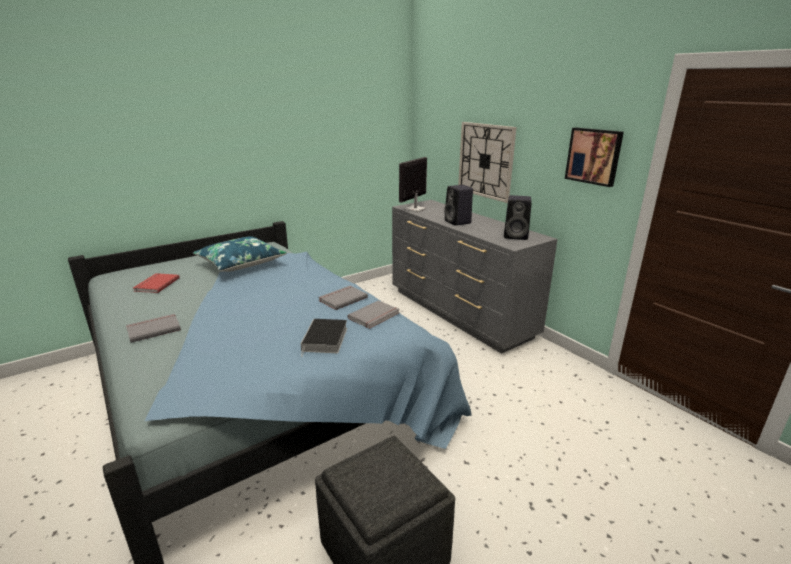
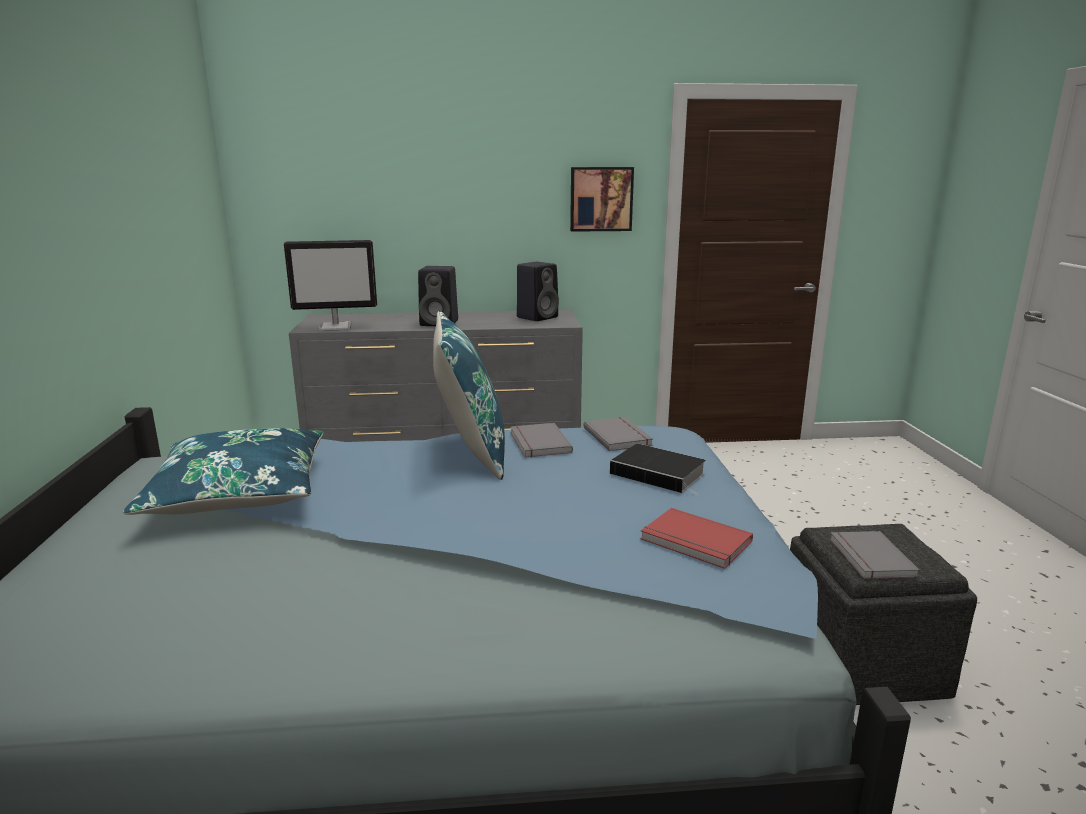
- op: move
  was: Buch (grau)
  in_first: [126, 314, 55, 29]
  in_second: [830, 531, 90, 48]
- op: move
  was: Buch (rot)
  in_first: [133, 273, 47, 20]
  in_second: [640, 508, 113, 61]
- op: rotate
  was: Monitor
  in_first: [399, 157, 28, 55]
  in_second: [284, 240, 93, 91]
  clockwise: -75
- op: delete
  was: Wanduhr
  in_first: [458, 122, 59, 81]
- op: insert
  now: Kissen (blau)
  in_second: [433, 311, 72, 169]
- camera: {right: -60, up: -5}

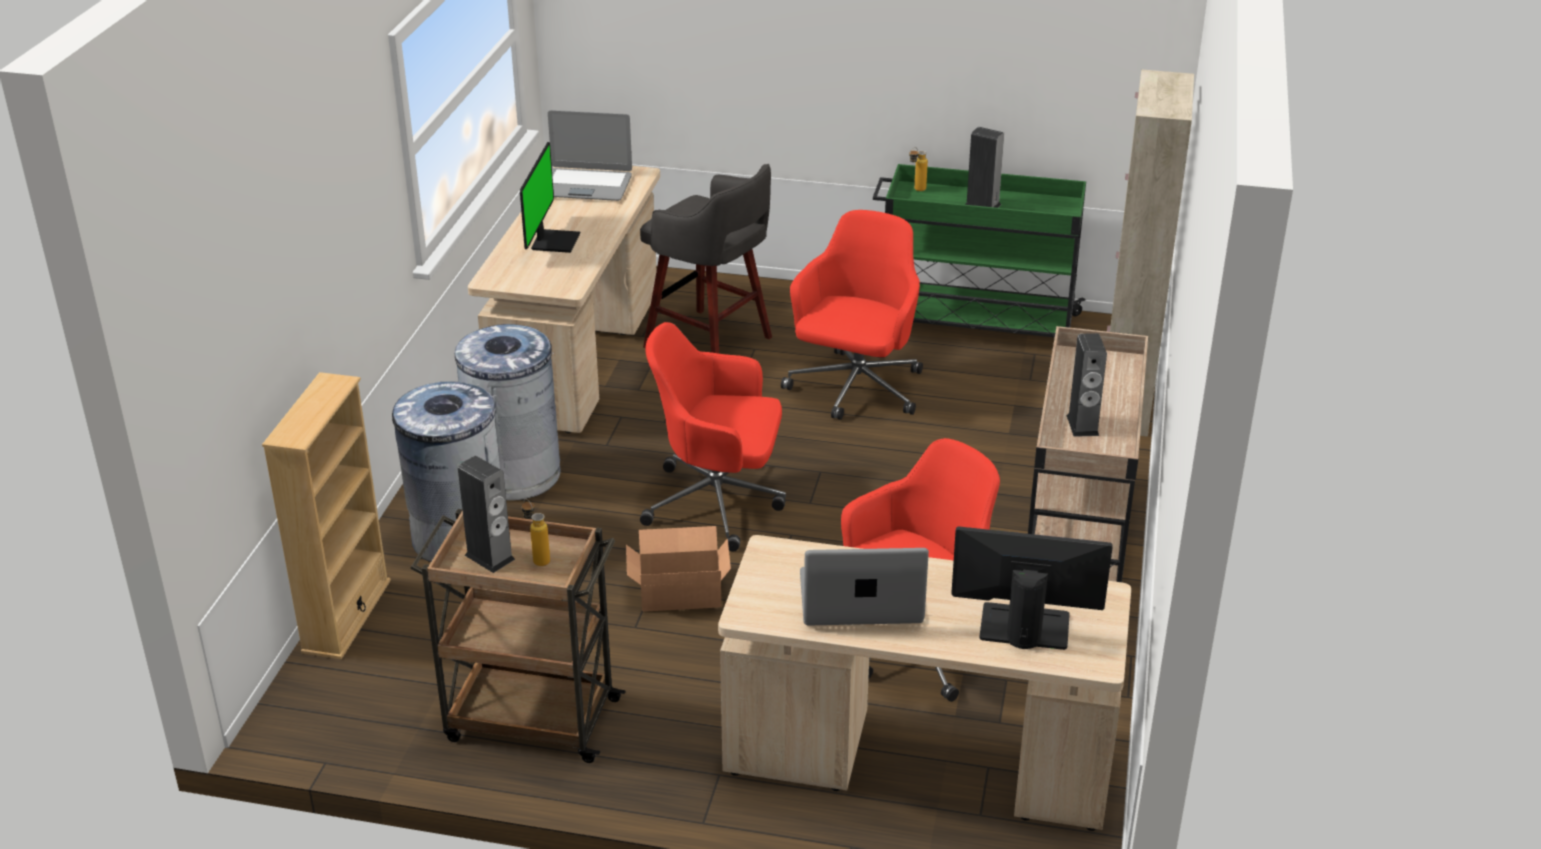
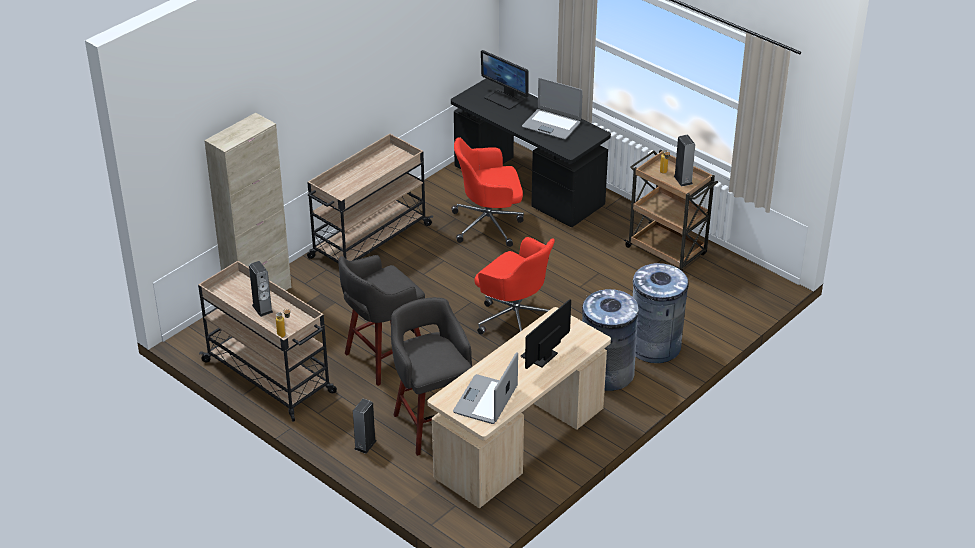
- op: delete
  was: Bücherregal (beige)
  in_first: [262, 372, 129, 287]
- op: rotate
  was: Laptop
  in_first: [548, 110, 84, 91]
  in_second: [453, 352, 65, 72]
  clockwise: -105
- op: delete
  was: Karton
  in_first: [626, 526, 105, 86]
- op: recolor
  was: Schreibtisch (beige)
  now: Schreibtisch (schwarz)
  in_first: [718, 535, 413, 296]
  in_second: [451, 79, 160, 148]
- op: replace
  was: Bürostuhl (rot)
  now: Hocker (grau)
  in_first: [781, 210, 142, 210]
  in_second: [338, 255, 87, 131]
- op: recolor
  was: Rollwagen (grün)
  now: Rollwagen (beige)
  in_first: [873, 164, 213, 173]
  in_second: [198, 261, 139, 161]
- op: move
  was: Lautsprecher
  in_first: [1066, 333, 41, 104]
  in_second: [353, 399, 24, 55]
- camera: {right: -150, up: 5}

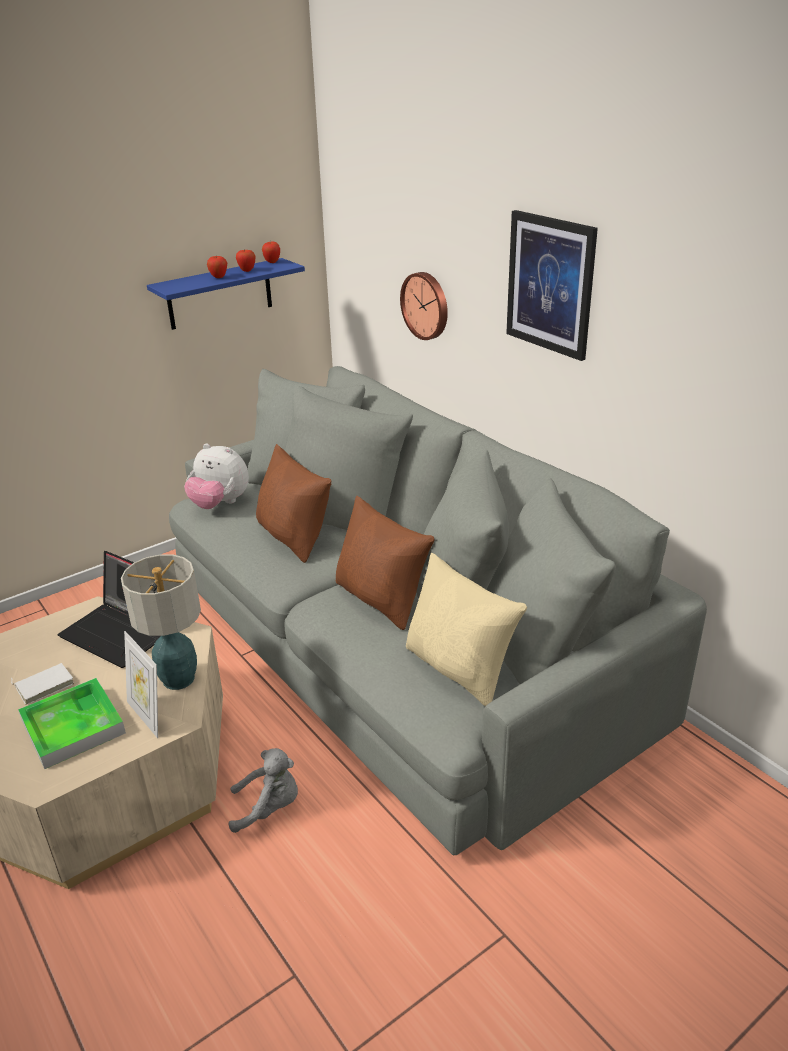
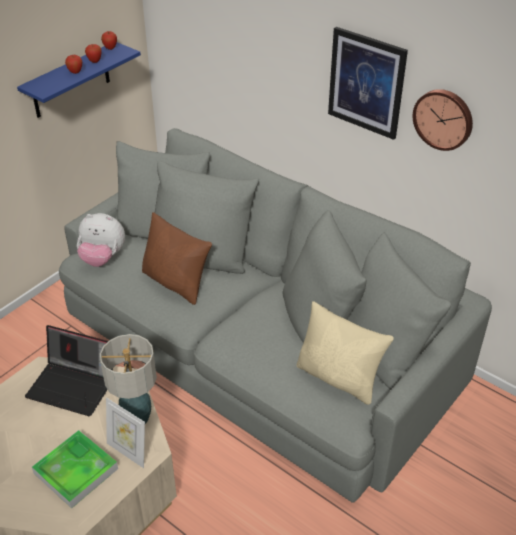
- op: delete
  was: Buch (weiß)
  in_first: [11, 663, 63, 42]
- op: delete
  was: Plüschtier (grau)
  in_first: [229, 748, 69, 85]
- op: delete
  was: Kissen (braun)
  in_first: [336, 496, 99, 134]
- op: move
  was: Wanduhr
  in_first: [400, 272, 48, 68]
  in_second: [413, 89, 60, 62]
- camera: {right: -15, up: 10}

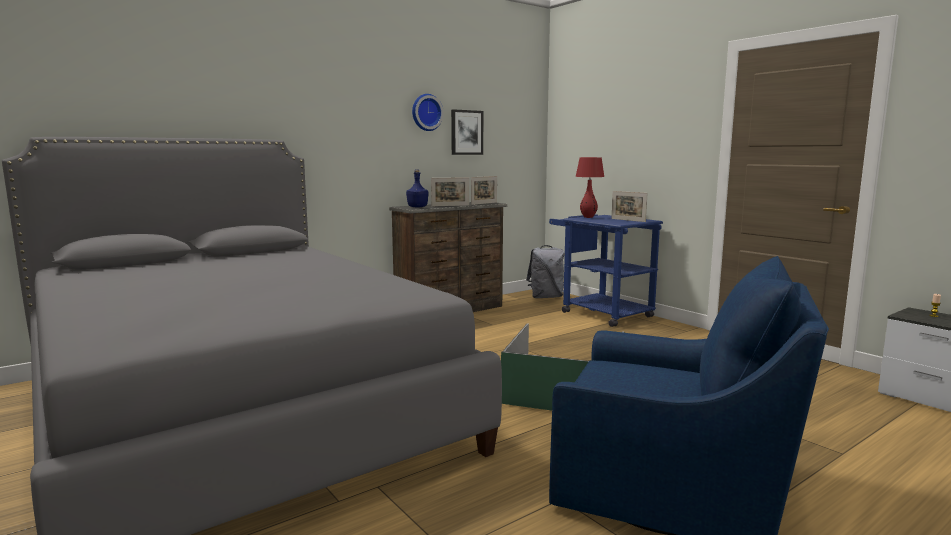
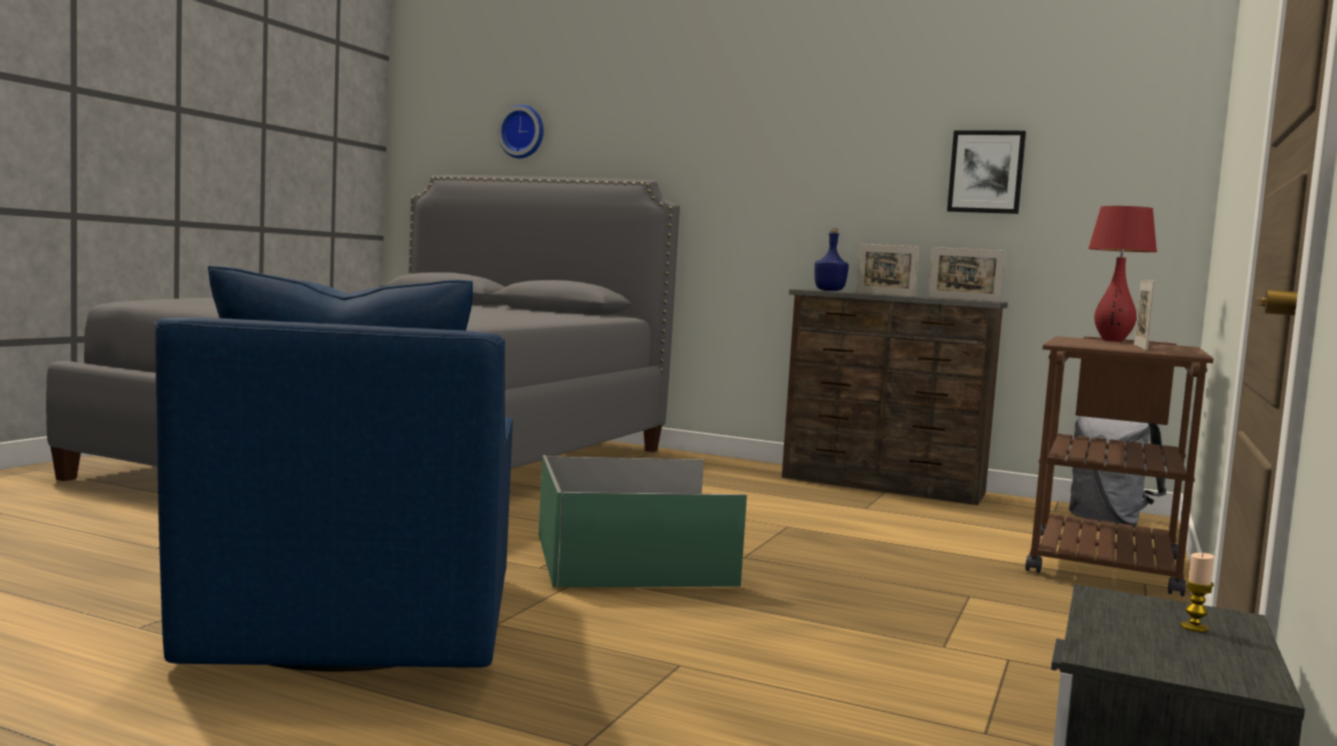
- op: move
  was: Wanduhr
  in_first: [412, 94, 32, 37]
  in_second: [497, 104, 47, 54]
- op: recolor
  was: Rollwagen (blau)
  now: Rollwagen (braun)
  in_first: [549, 214, 114, 113]
  in_second: [1025, 336, 188, 260]
- camera: {right: 60, up: -5}

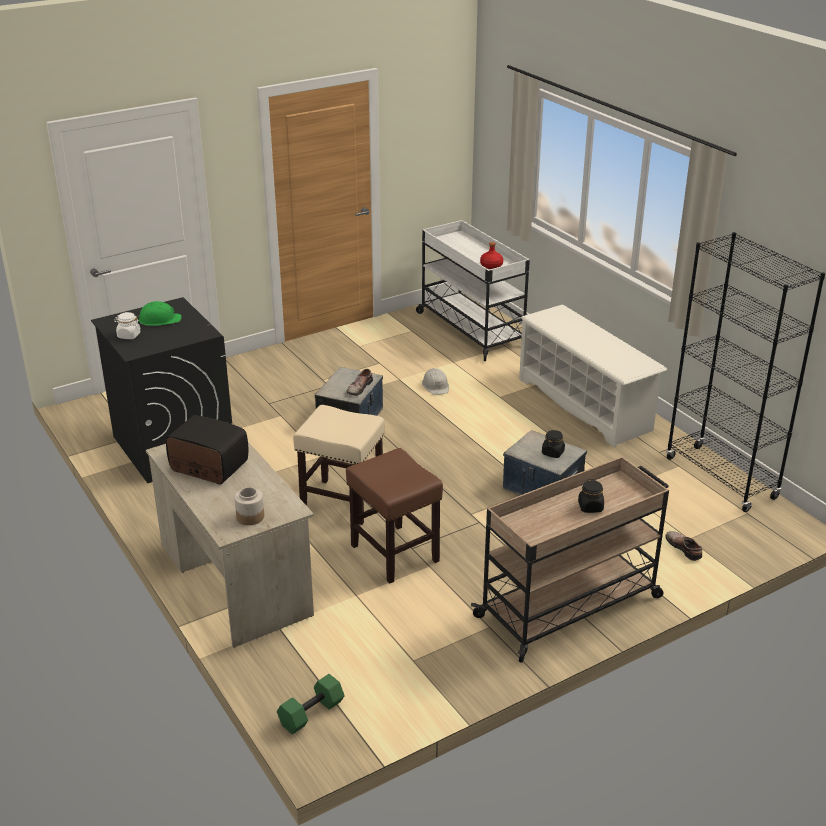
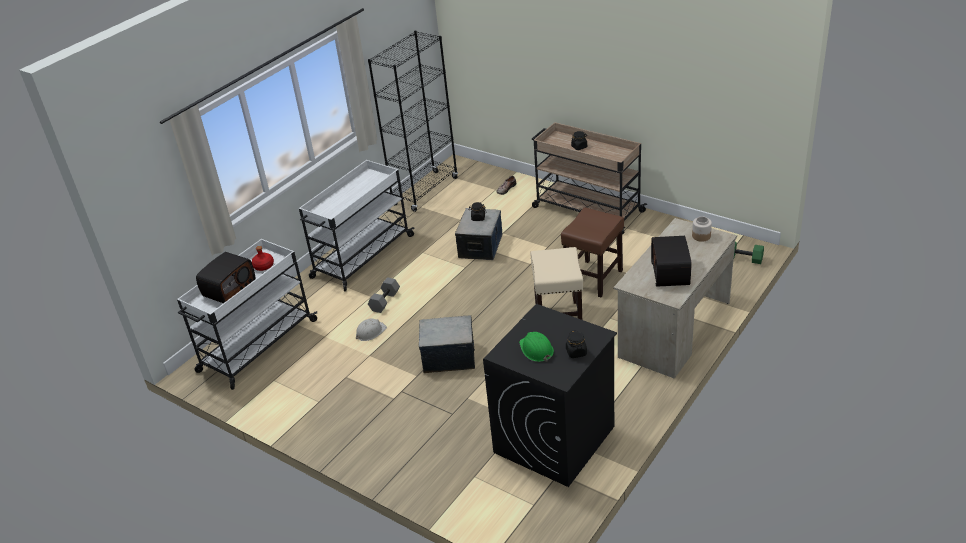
- op: recolor
  was: Vorratsglas (weiß)
  now: Vorratsglas (schwarz)
  in_first: [114, 312, 27, 27]
  in_second: [566, 330, 21, 28]
- op: delete
  was: Schuh
  in_first: [346, 369, 27, 27]
- op: replace
  was: Schuhregal (weiß)
  now: Rollwagen (weiß)
  in_first: [519, 305, 148, 142]
  in_second: [299, 160, 116, 131]
- op: insert
  now: Radio
  in_second: [196, 252, 60, 51]
- op: insert
  now: Hantel (grau)
  in_second: [368, 277, 32, 36]
- camera: {right: -110, up: 5}

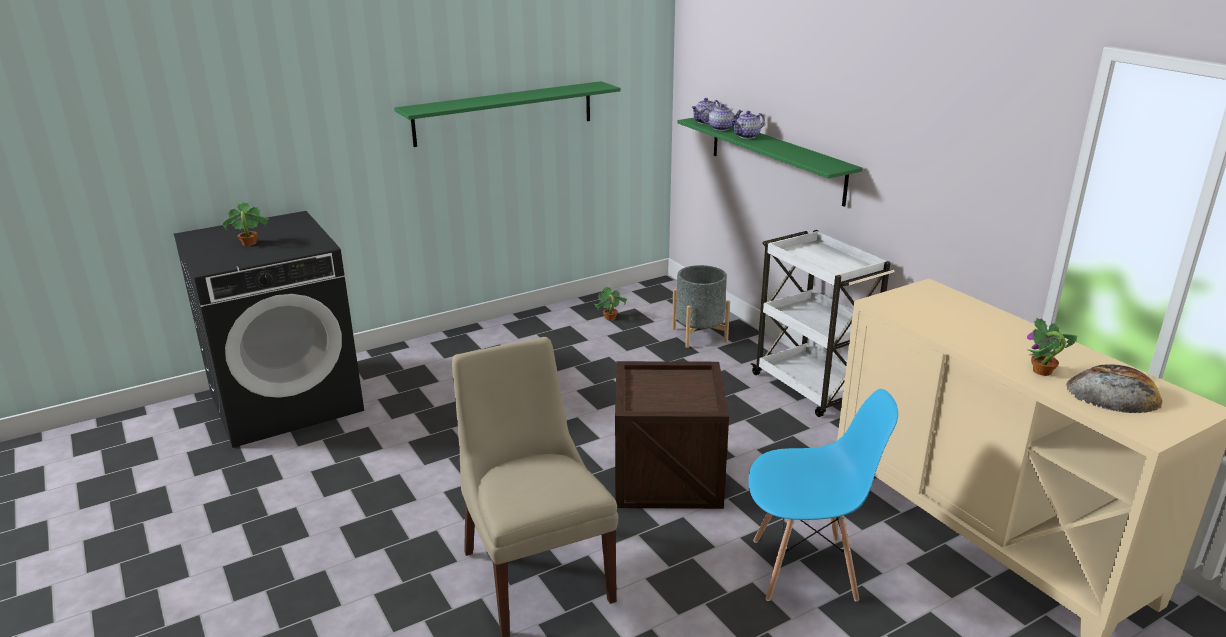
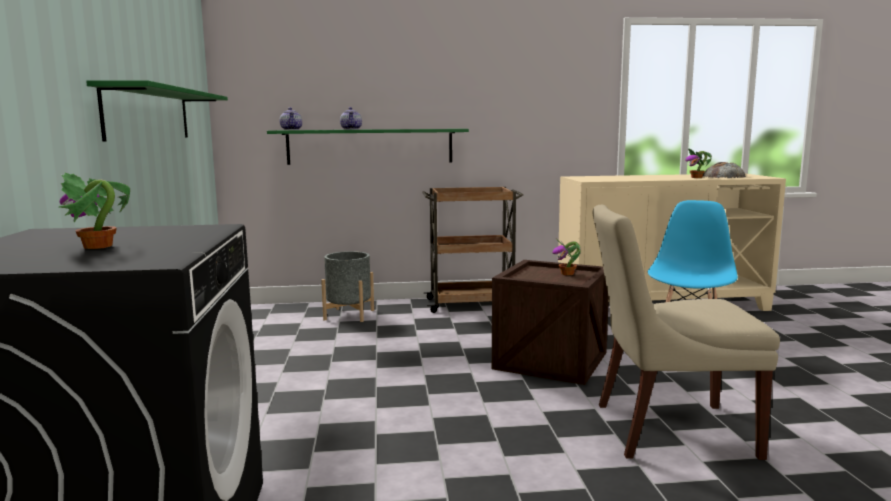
- op: move
  was: Topfpflanze
  in_first: [594, 287, 33, 33]
  in_second: [552, 238, 29, 37]
- op: delete
  was: Teekanne
  in_first: [701, 104, 42, 27]
- op: recolor
  was: Rollwagen (weiß)
  now: Rollwagen (braun)
  in_first: [751, 230, 144, 187]
  in_second: [422, 187, 101, 126]
- camera: {right: -65, up: -15}

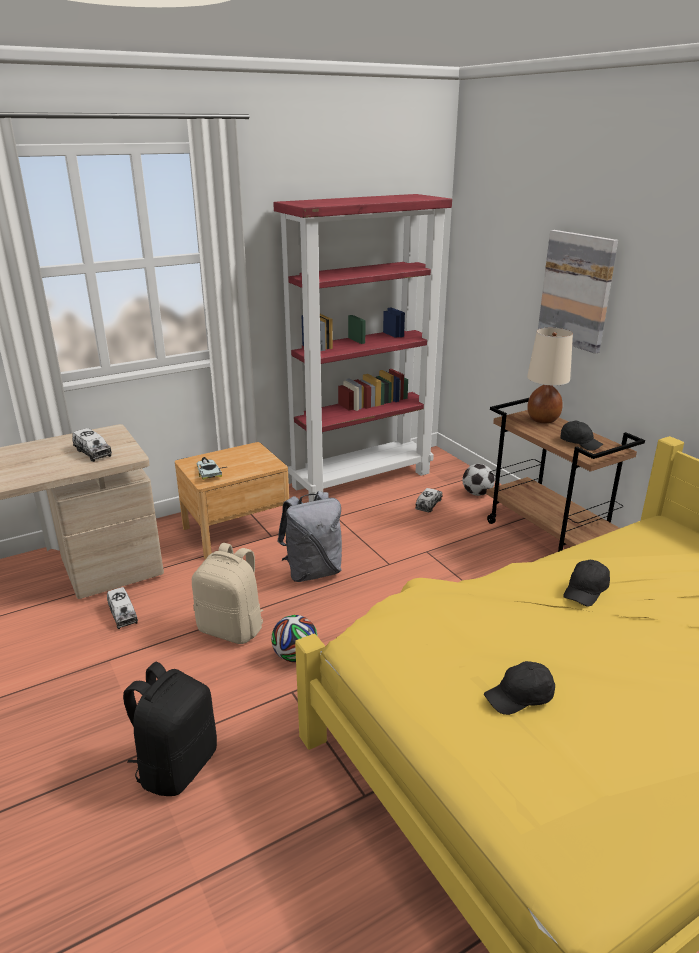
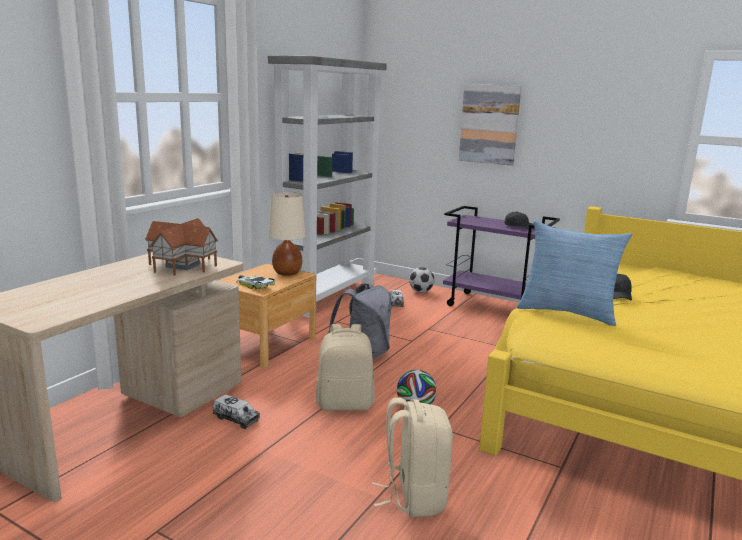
- op: replace
  was: Spielzeuglaster
  now: Spielzeughaus
  in_first: [72, 428, 40, 34]
  in_second: [145, 218, 73, 58]
- op: recolor
  was: Rucksack (schwarz)
  now: Rucksack (beige)
  in_first: [123, 662, 94, 134]
  in_second: [372, 398, 81, 119]
- op: recolor
  was: Bücherregal (rot)
  now: Bücherregal (grau)
  in_first: [273, 194, 179, 308]
  in_second: [268, 56, 119, 262]
- op: delete
  was: Kappe (schwarz)
  in_first: [484, 661, 71, 54]
- op: recolor
  was: Rollwagen (braun)
  now: Rollwagen (lila)
  in_first: [486, 398, 159, 154]
  in_second: [443, 206, 117, 100]
- op: move
  was: Tischlampe (beige)
  in_first: [527, 328, 46, 95]
  in_second: [268, 192, 37, 84]
- op: insert
  now: Kissen
  in_second: [517, 220, 115, 106]
- camera: {right: -30, up: -10}

